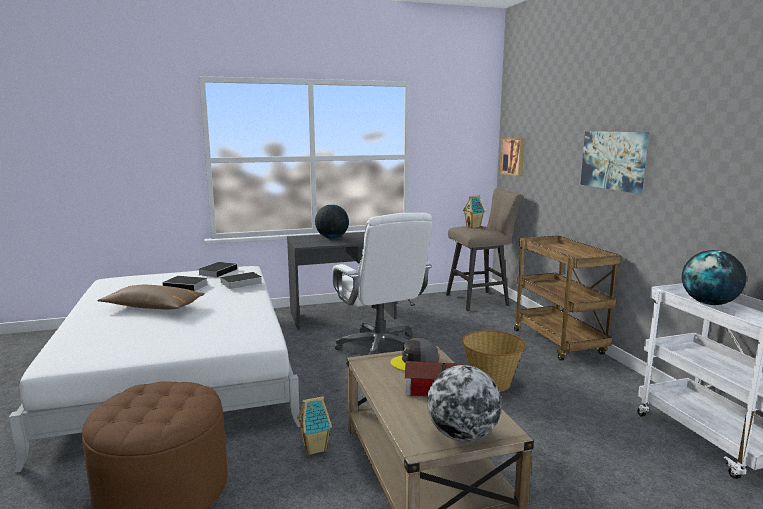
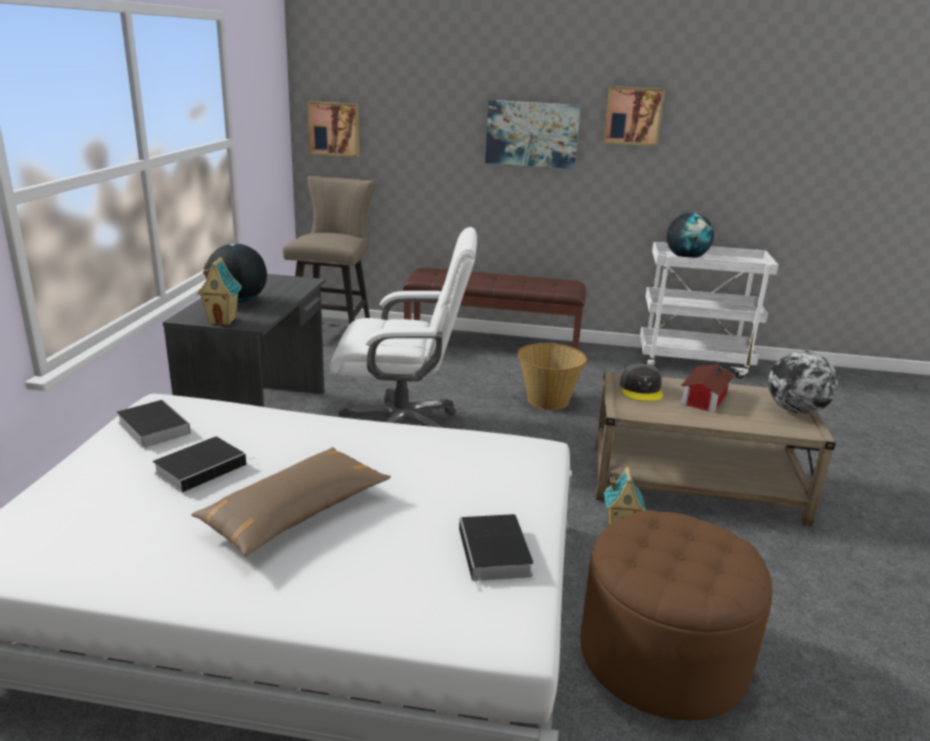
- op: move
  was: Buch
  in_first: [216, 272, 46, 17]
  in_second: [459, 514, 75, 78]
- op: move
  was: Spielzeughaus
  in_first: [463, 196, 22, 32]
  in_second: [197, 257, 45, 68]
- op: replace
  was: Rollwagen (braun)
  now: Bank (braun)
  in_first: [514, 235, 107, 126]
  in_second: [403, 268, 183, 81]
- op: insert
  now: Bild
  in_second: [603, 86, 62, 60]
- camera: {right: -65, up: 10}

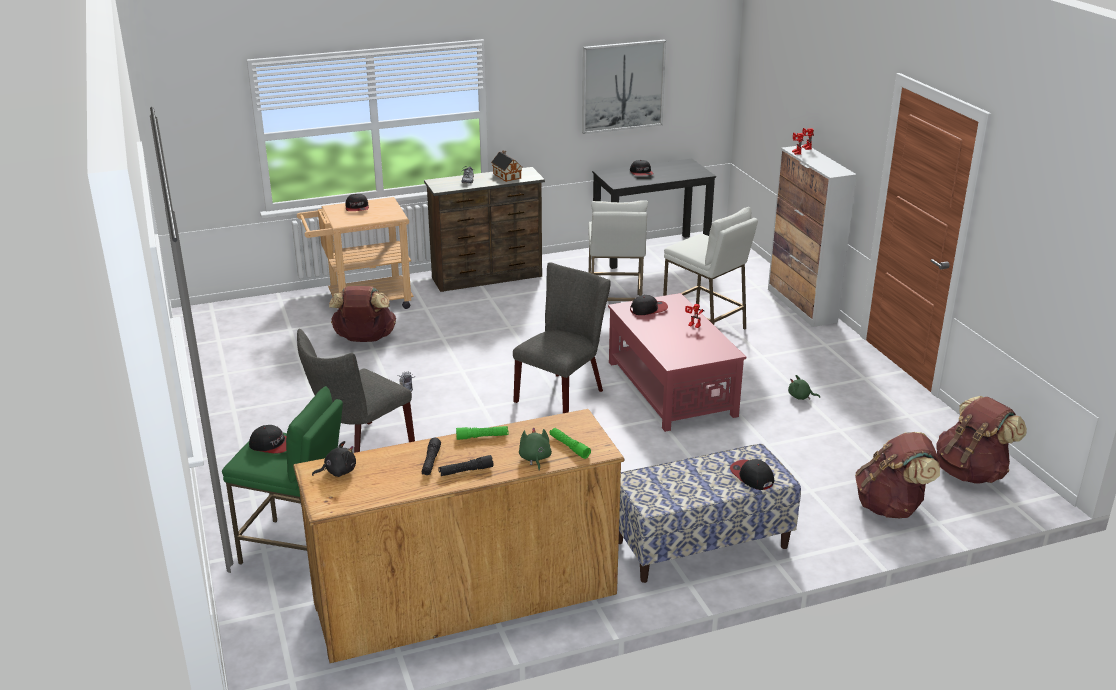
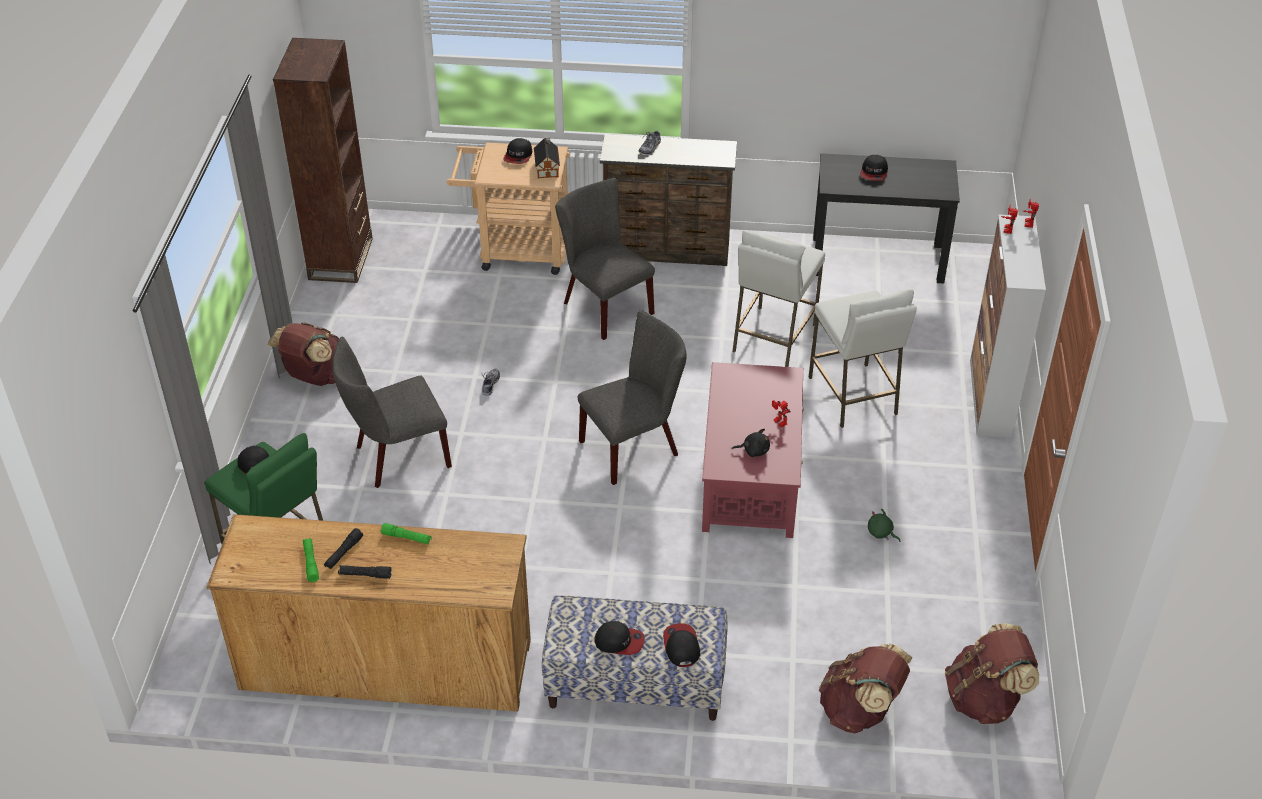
- op: move
  was: Plüschtier (schwarz)
  in_first: [312, 441, 44, 36]
  in_second: [732, 429, 38, 28]
- op: move
  was: Rucksack (braun)
  in_first: [329, 286, 67, 56]
  in_second: [268, 322, 71, 64]
- op: move
  was: Spielzeughaus
  in_first: [491, 150, 31, 32]
  in_second: [534, 138, 26, 41]
- op: delete
  was: Plüschtier (grün)
  in_first: [519, 427, 33, 44]
- op: move
  was: Taschenlampe (grün)
  in_first: [549, 428, 42, 31]
  in_second: [303, 538, 16, 44]
- op: delete
  was: Bild
  in_first: [582, 40, 84, 94]
- op: move
  was: Kappe
  in_first: [630, 295, 38, 20]
  in_second: [594, 621, 51, 34]
- op: insert
  now: Bücherregal (braun)
  in_second: [273, 38, 100, 245]
- op: insert
  now: Stuhl (grau)
  in_second: [555, 178, 100, 162]
- camera: {right: 25, up: 15}

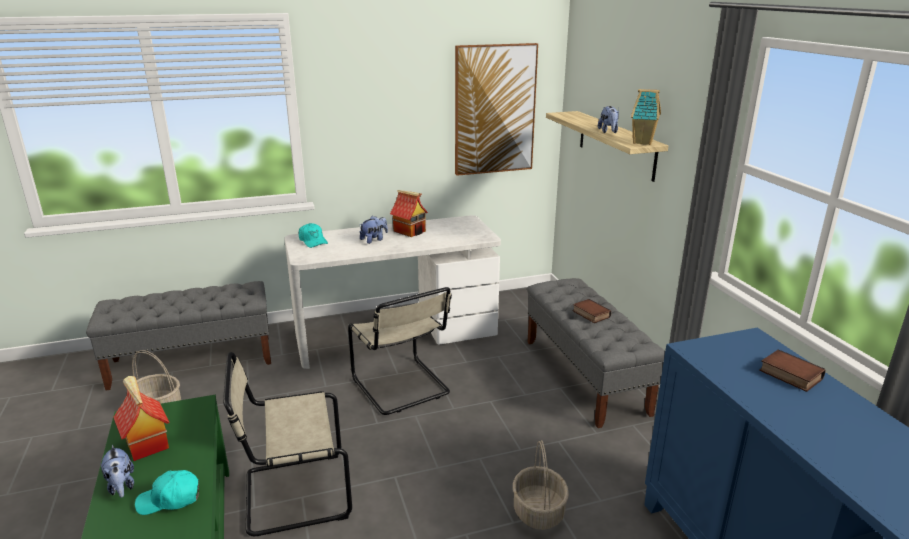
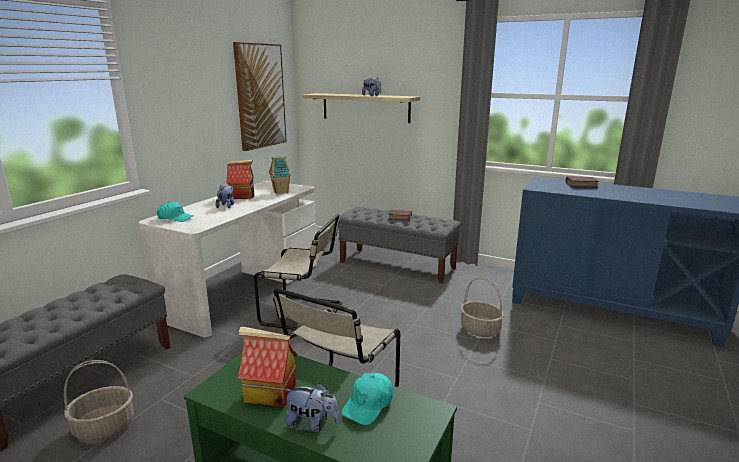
- op: move
  was: Spielzeughaus
  in_first: [631, 89, 30, 56]
  in_second: [269, 156, 22, 38]
- camera: {right: -45, up: -5}

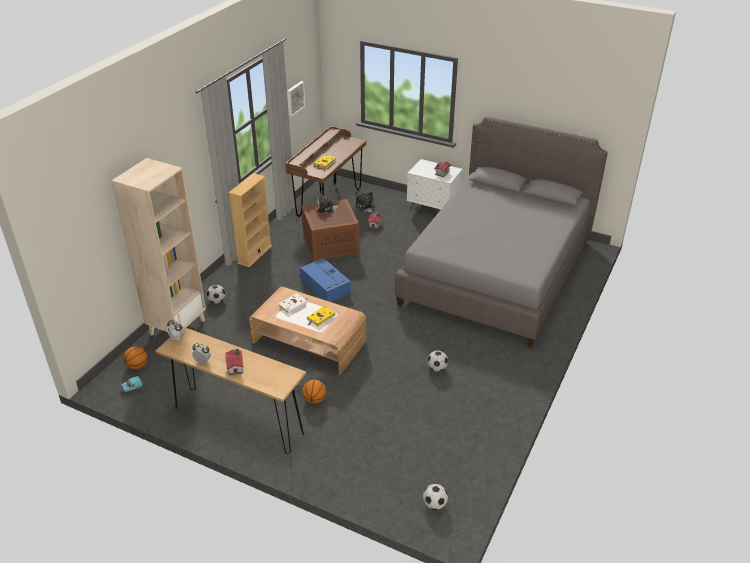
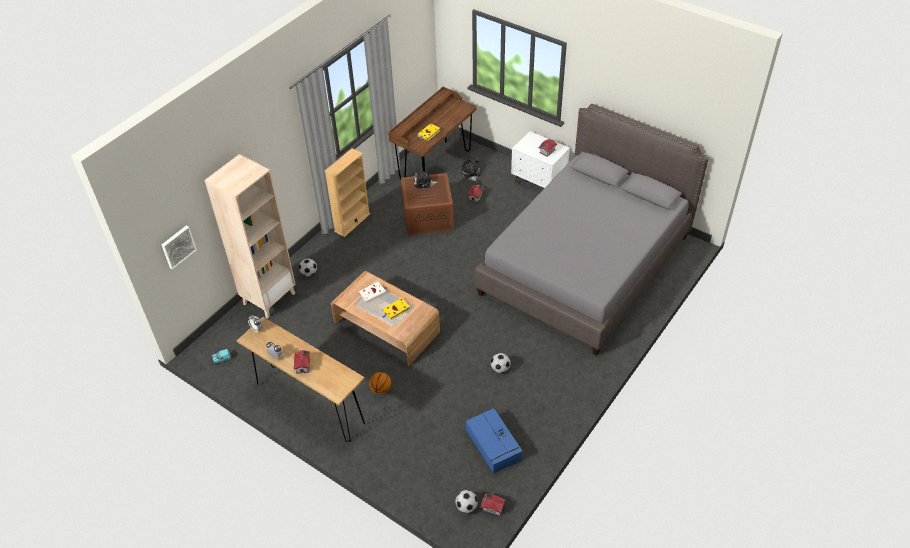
- op: delete
  was: Basketball
  in_first: [124, 346, 23, 23]
- op: move
  was: Bild
  in_first: [287, 81, 18, 36]
  in_second: [162, 225, 35, 44]
- op: move
  was: Aufbewahrungsbox (blau)
  in_first: [300, 258, 51, 44]
  in_second: [466, 408, 57, 66]
- op: insert
  now: Spielzeughaus
  in_second: [481, 494, 24, 22]
- camera: {right: 10, up: 10}

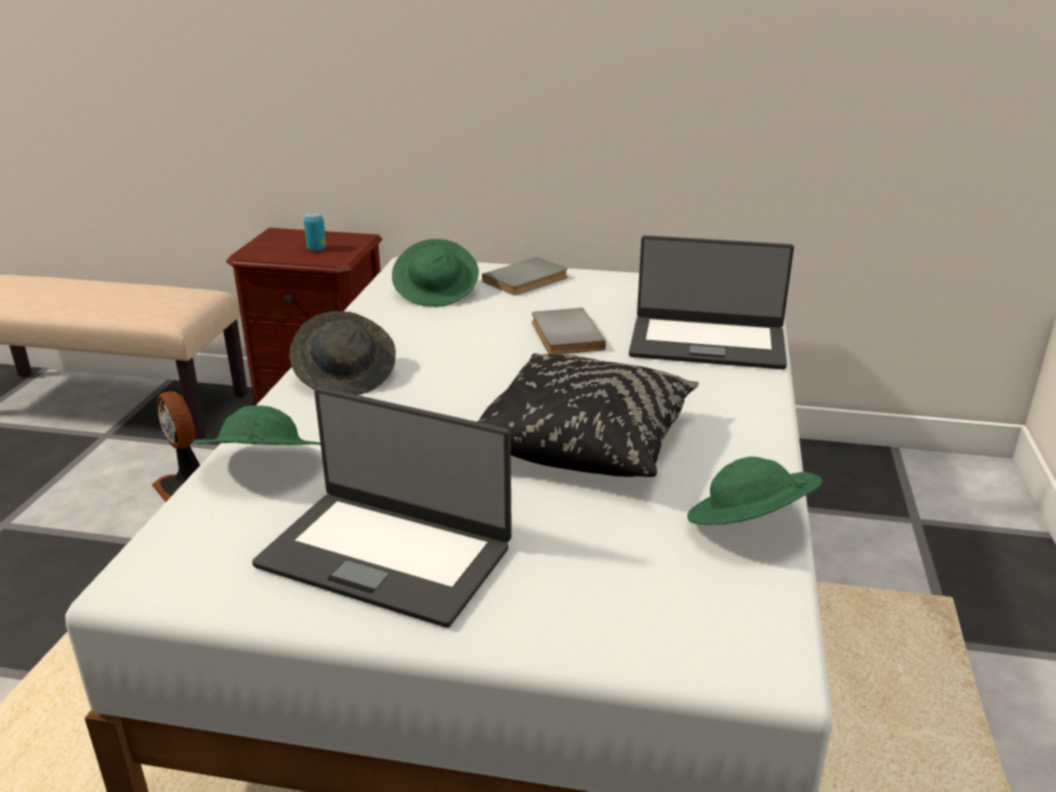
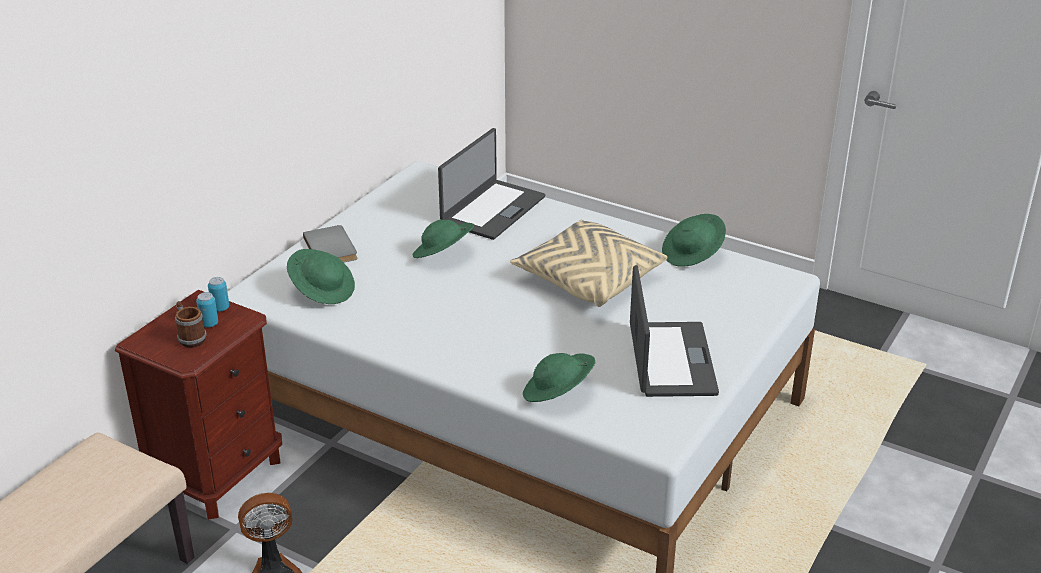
- op: rotate
  was: Laptop
  in_first: [252, 387, 260, 241]
  in_second: [630, 265, 89, 132]
  clockwise: -45
- op: delete
  was: Hut (grau)
  in_first: [290, 311, 106, 84]
- op: recolor
  was: Kissen (schwarz)
  now: Kissen (beige)
  in_first: [477, 353, 222, 124]
  in_second: [510, 220, 157, 87]
- op: replace
  was: Buch (grau)
  now: Hut (grün)
  in_first: [532, 308, 74, 46]
  in_second: [413, 220, 61, 38]
- op: insert
  now: Henkelbecher
  in_second: [175, 301, 32, 46]
- op: insert
  now: Dose
  in_second: [208, 277, 21, 35]
- camera: {right: -70, up: 5}

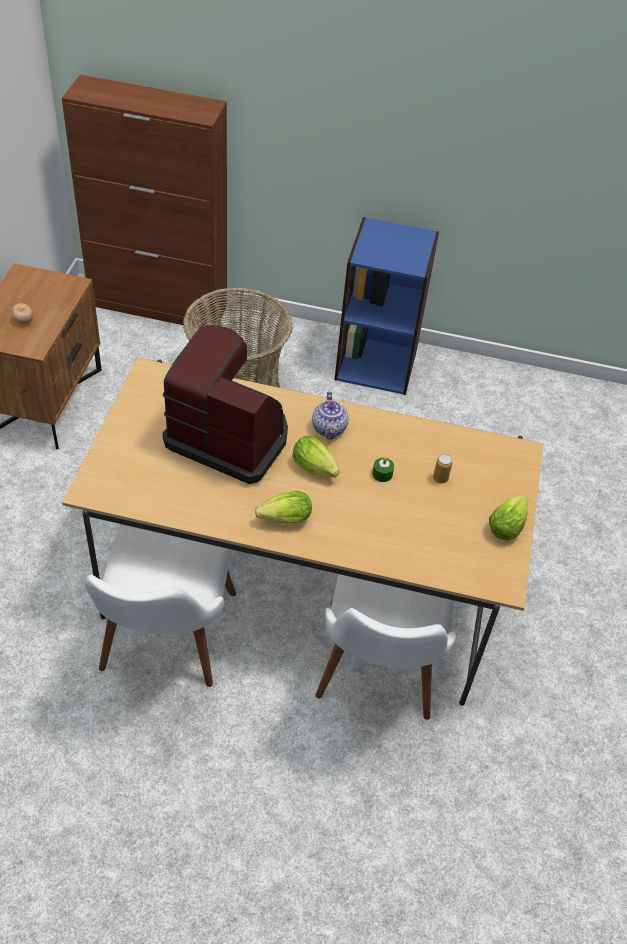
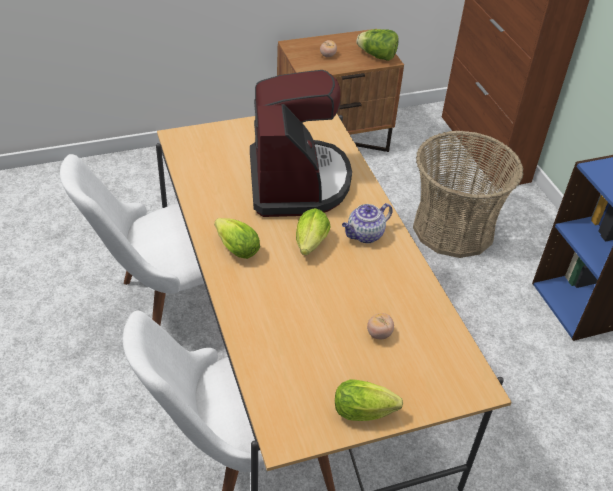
- op: delete
  was: Kerze (grün)
  in_first: [372, 458, 22, 24]
- op: replace
  was: Dose
  now: Tomate
  in_first: [433, 454, 20, 29]
  in_second: [367, 313, 27, 26]
- op: insert
  now: Salatkopf
  in_second: [356, 29, 42, 32]
- camera: {right: 60, up: -5}

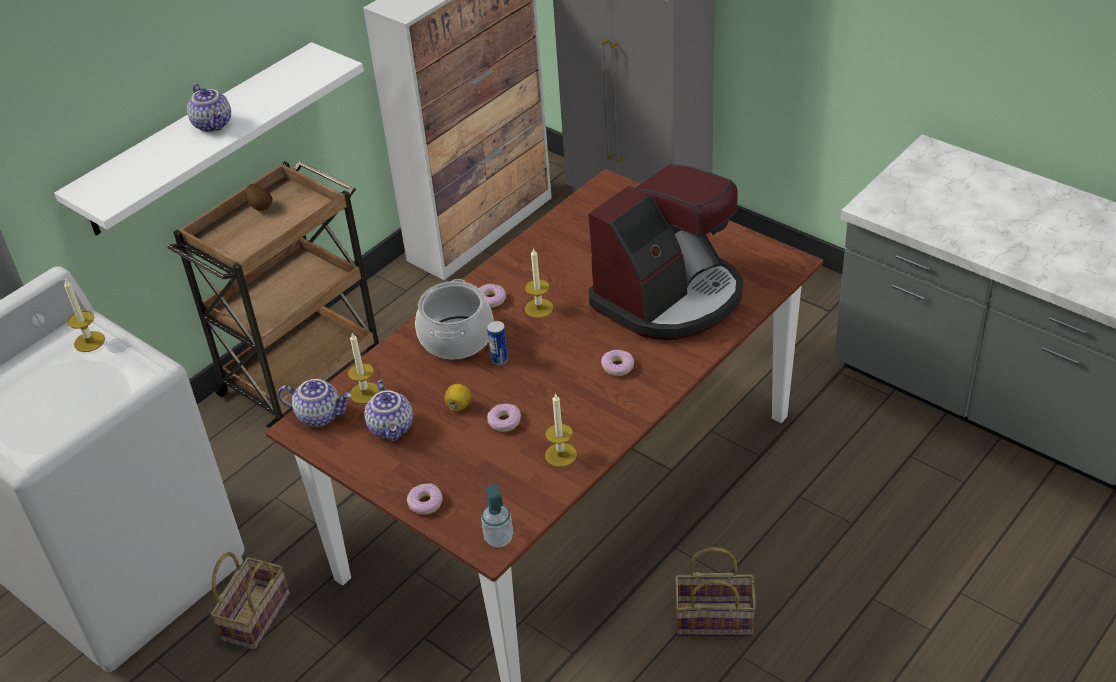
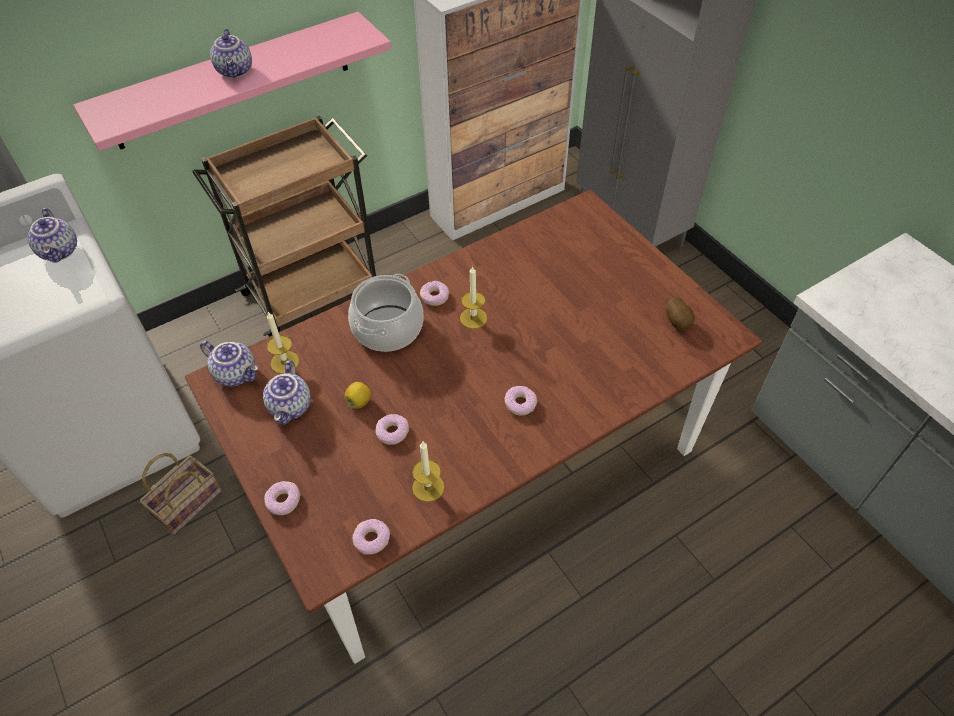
- op: recolor
  was: Wandregal (weiß)
  now: Wandregal (rosa)
  in_first: [54, 42, 310, 194]
  in_second: [73, 12, 318, 139]
- op: replace
  was: Kerze
  now: Teekanne
  in_first: [64, 279, 41, 73]
  in_second: [27, 208, 50, 55]
- op: move
  was: Kartoffel
  in_first: [245, 184, 28, 27]
  in_second: [666, 297, 29, 33]
- op: delete
  was: Seifenspender
  in_first: [481, 484, 32, 64]
- op: delete
  was: Dose
  in_first: [487, 321, 21, 44]
- op: delete
  was: Kaffeemaschine
  in_first: [588, 164, 155, 176]
- op: delete
  was: Korb
  in_first: [675, 547, 81, 89]
- op: insert
  now: Donut
  in_second: [353, 519, 37, 36]
- camera: {right: 15, up: 10}

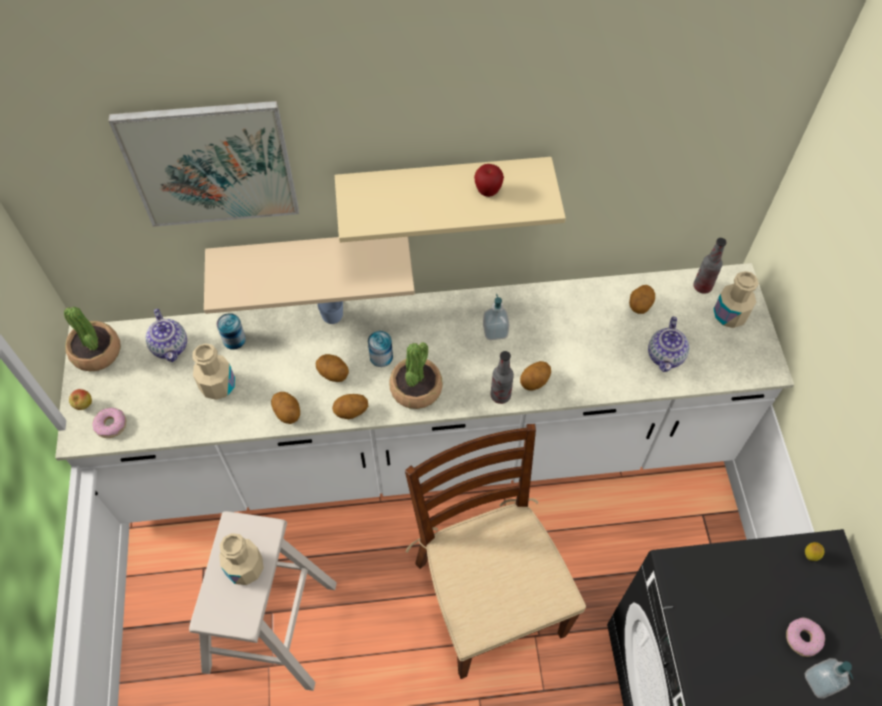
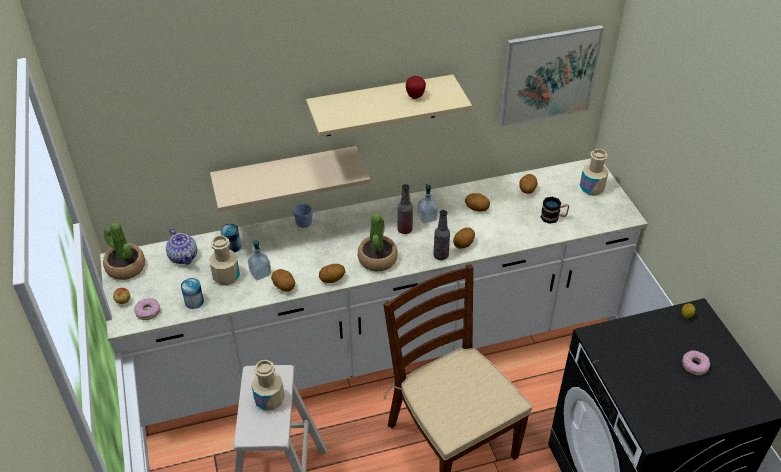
- op: move
  was: Bild
  in_first: [109, 101, 190, 126]
  in_second: [499, 25, 105, 101]
- op: move
  was: Kartoffel
  in_first: [316, 354, 33, 28]
  in_second: [465, 193, 25, 18]
- op: move
  was: Dose
  in_first: [368, 331, 25, 36]
  in_second: [181, 278, 23, 31]
- op: replace
  was: Teekanne
  now: Henkelbecher
  in_first: [648, 317, 41, 55]
  in_second: [541, 197, 28, 27]
- op: move
  was: Flasche
  in_first: [693, 238, 34, 56]
  in_second: [398, 184, 15, 50]
- op: move
  was: Seifenspender
  in_first: [805, 658, 48, 41]
  in_second: [248, 240, 23, 40]
- camera: {right: -10, up: -15}

